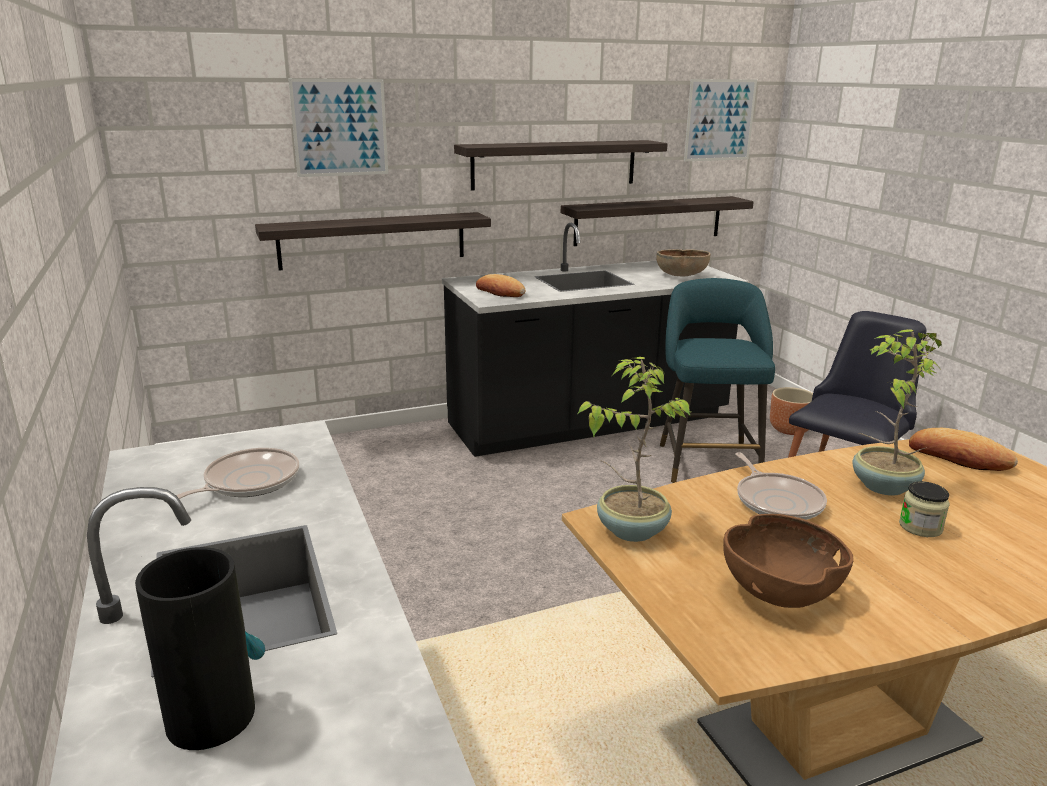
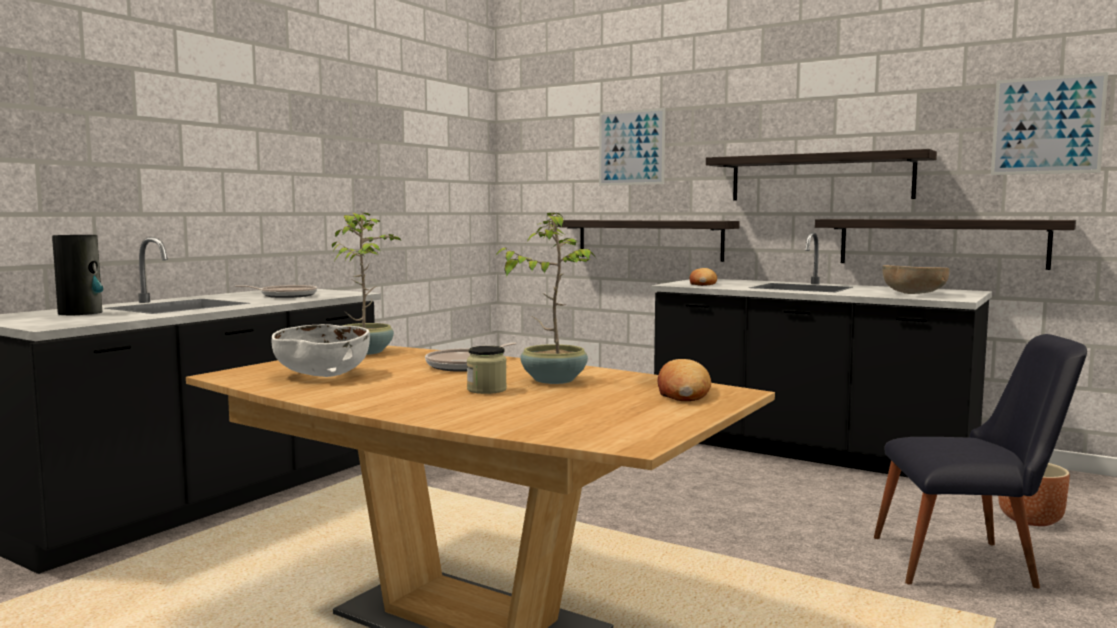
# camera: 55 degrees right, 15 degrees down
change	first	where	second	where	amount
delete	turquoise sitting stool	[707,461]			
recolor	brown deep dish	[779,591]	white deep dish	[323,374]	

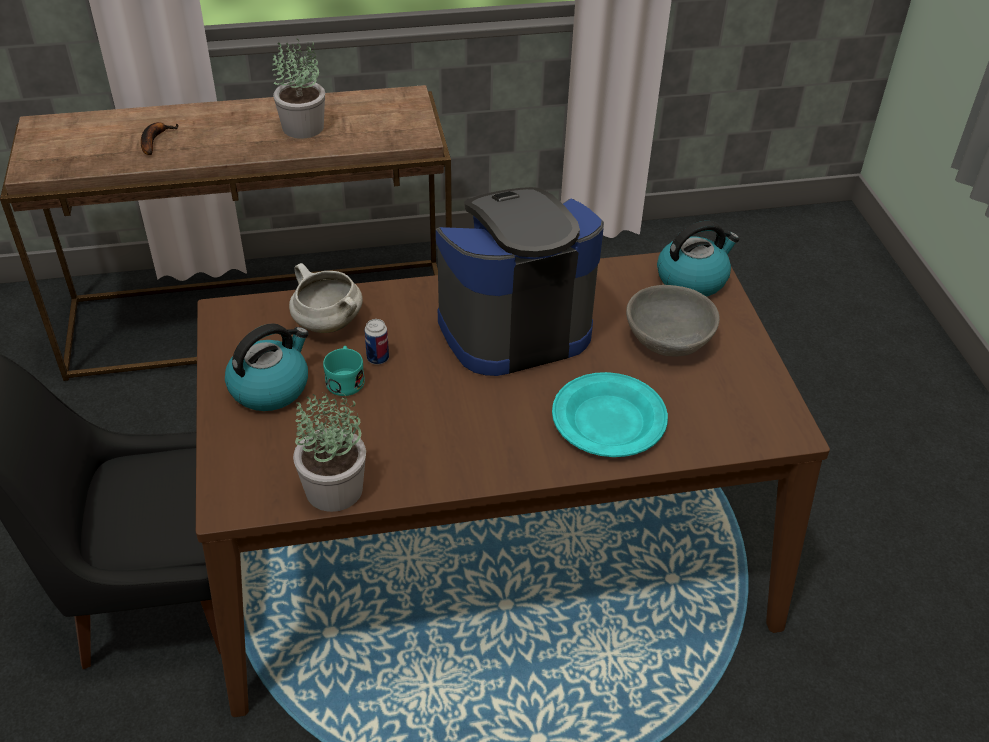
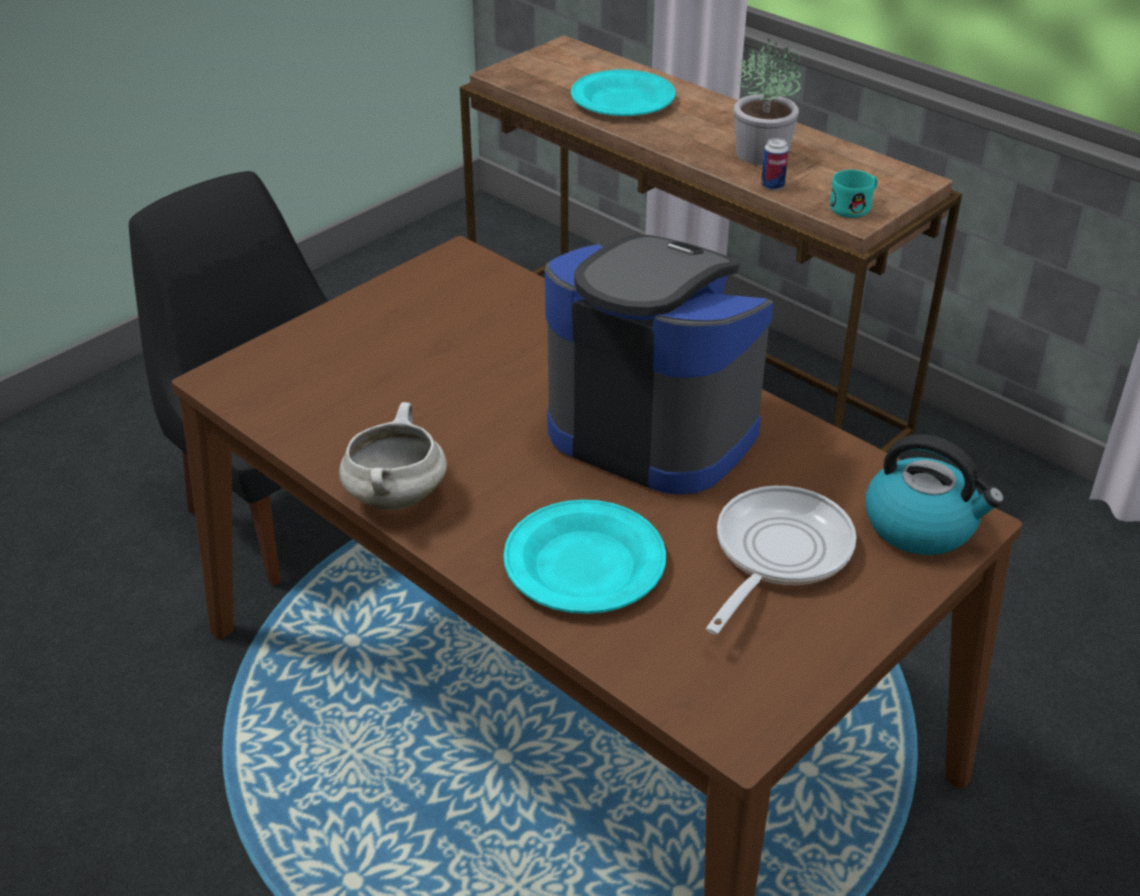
# camera: 55 degrees right, 5 degrees down
change	first	where	second	where	amount
replace	whole banana	[154,141]	turquoise flat dish	[623,100]	
delete	kettle	[270,387]			
move	white saucepot	[326,323]		[395,496]	
delete	houseplant	[334,490]			
move	turquoise mug	[345,379]		[855,206]	
move	sealed can	[378,358]		[772,186]	
replace	greyish deep dish	[668,341]	pan	[777,554]	

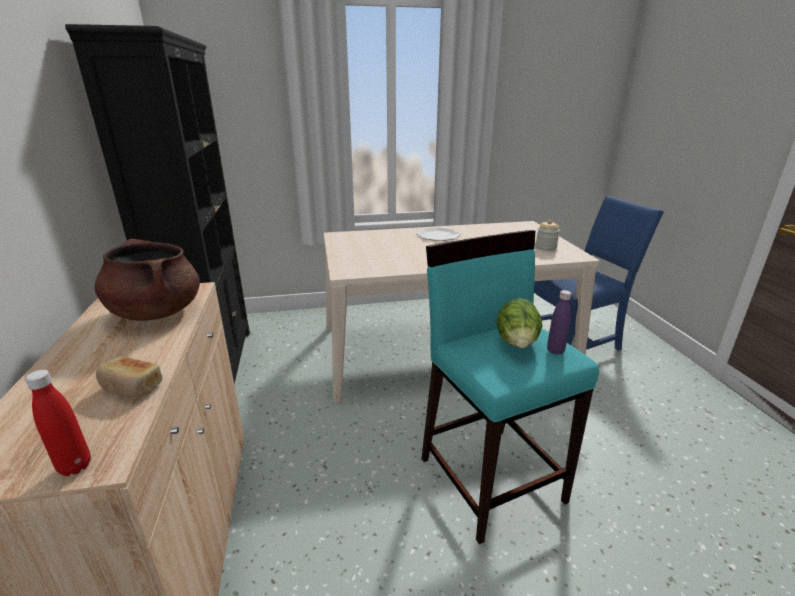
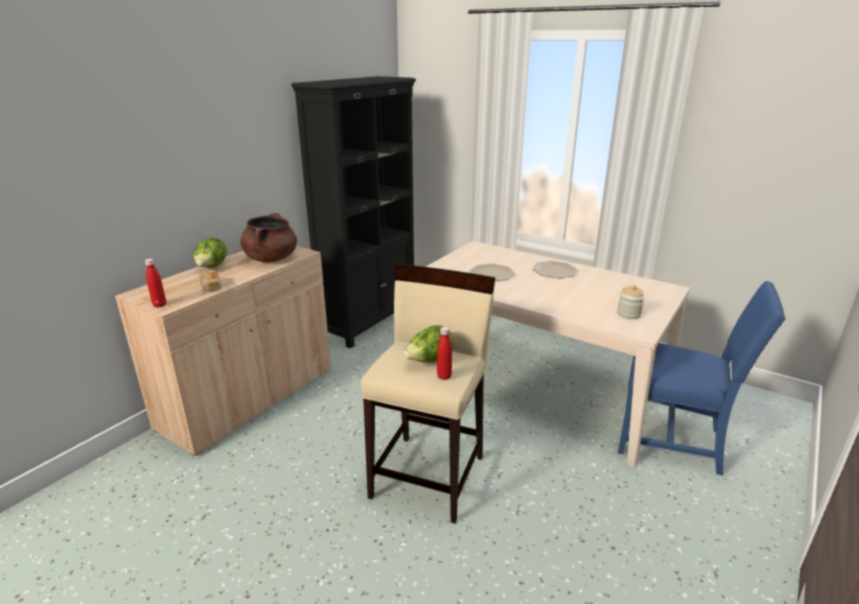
# camera: 45 degrees right, 0 degrees up
change	first	where	second	where	amount
recolor	turquoise sitting stool	[491,477]	sand-coloured sitting stool	[429,476]	
recolor	purple-coloured beverage bottle	[555,350]	red-coloured beverage bottle	[444,376]	
insert			lettuce	[211,268]	
insert			flat dish	[491,274]	

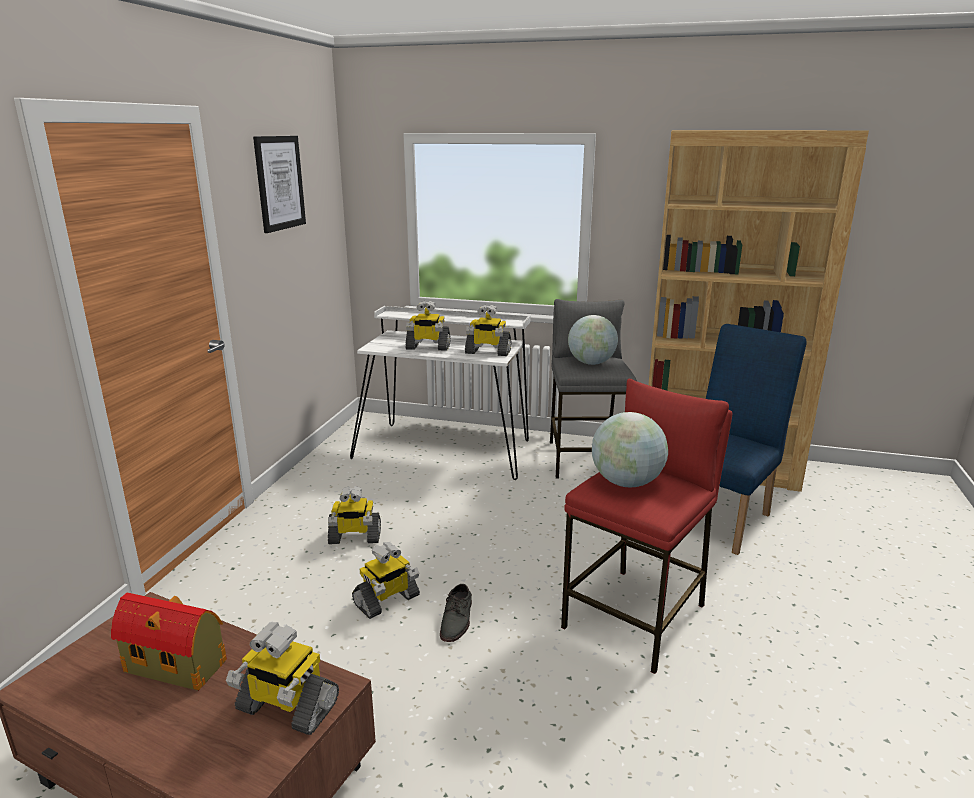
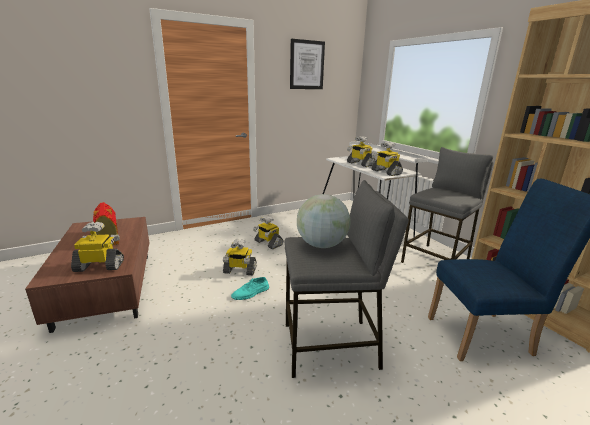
# camera: 45 degrees right, 0 degrees up
change	first	where	second	where	amount
rotate	robot figure	[286,707]		[100,266]	105 degrees clockwise
recolor	greyish low shoe	[457,620]	turquoise low shoe	[250,293]	
recolor	red-coloured sitting stool	[636,616]	greyish sitting stool	[331,346]	
delete	world globe	[591,363]			

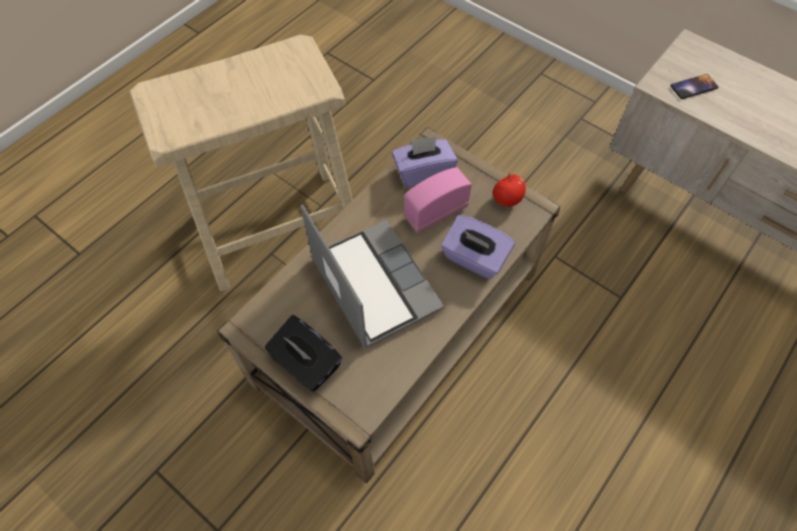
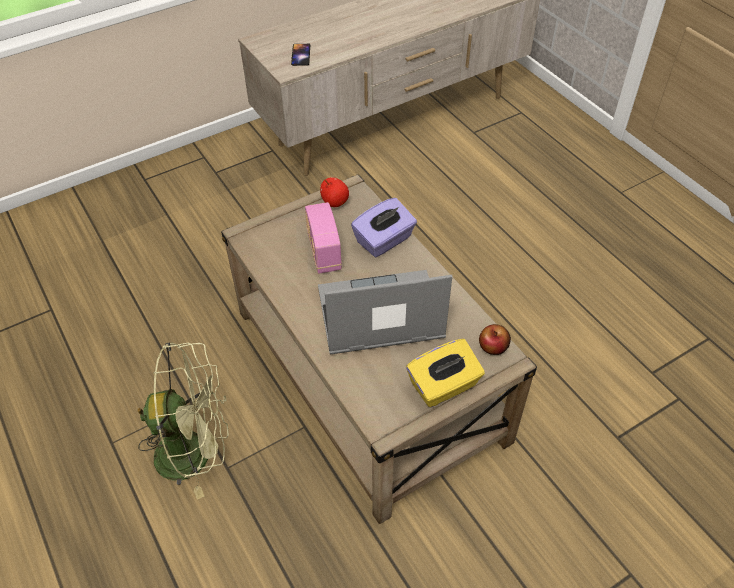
# camera: 70 degrees left, 10 degrees down
change	first	where	second	where	amount
replace	sand-coloured sitting stool	[278,227]	green-coloured fan	[196,452]	
recolor	black tissue holder	[306,364]	yellow-coloured tissue holder	[444,386]	
delete	purple-coloured tissue holder	[423,172]			
insert			whole apple	[493,347]	

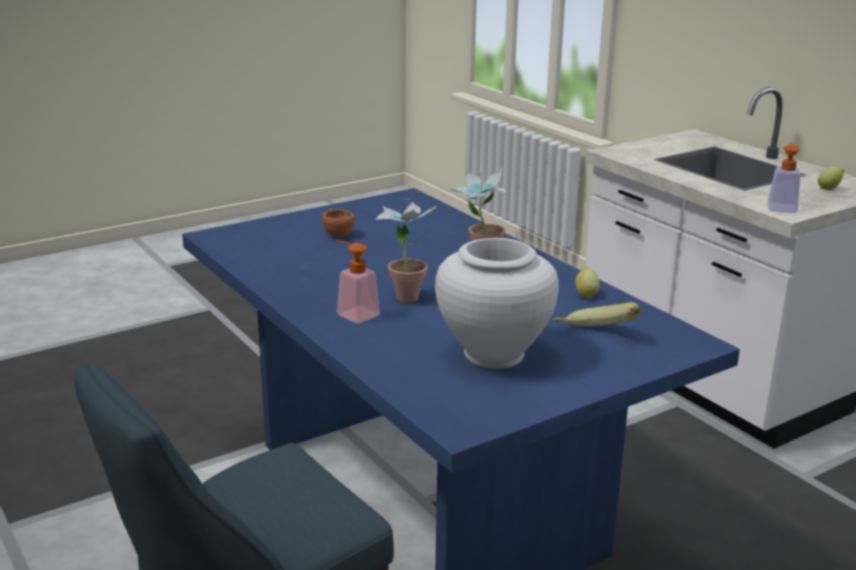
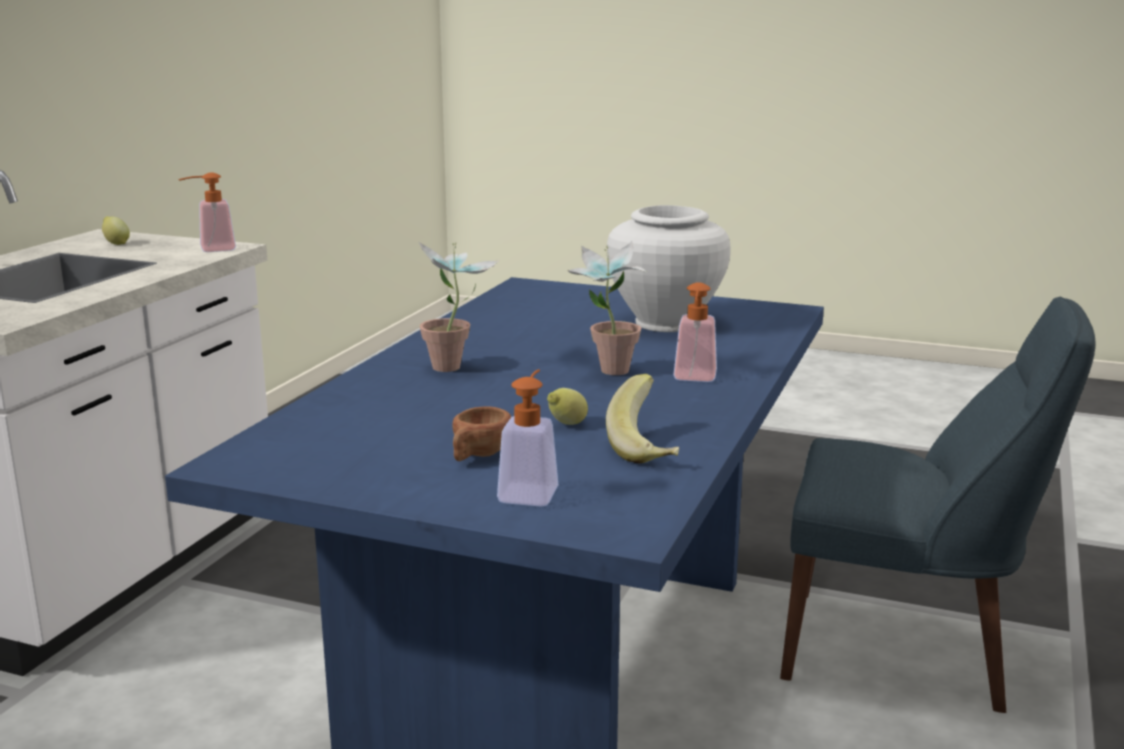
# camera: 125 degrees left, 5 degrees down
change	first	where	second	where	amount
move	whole banana	[594,335]		[649,448]	
move	citrus fruit	[586,294]		[566,425]	
insert			soap bottle	[530,491]	

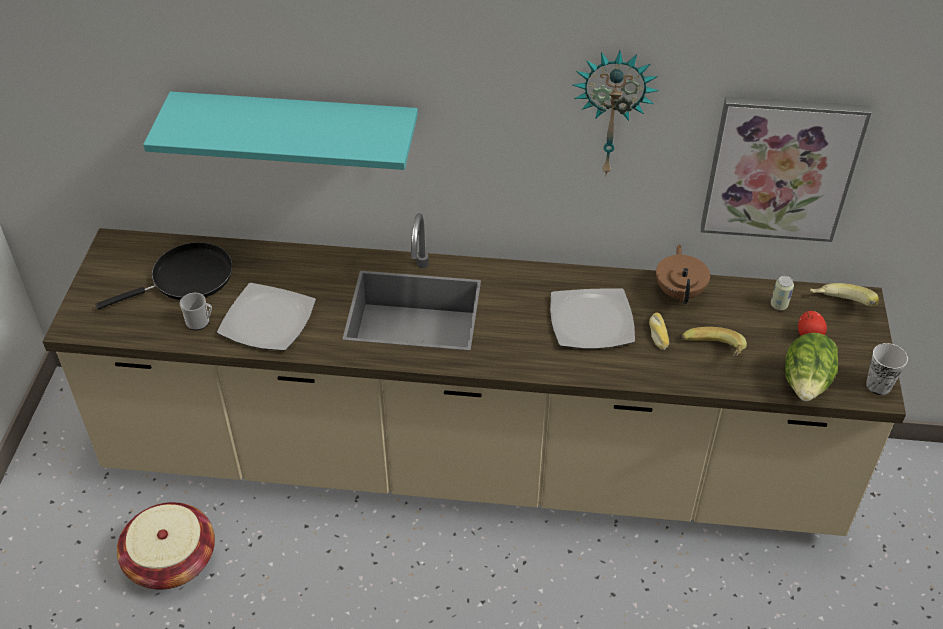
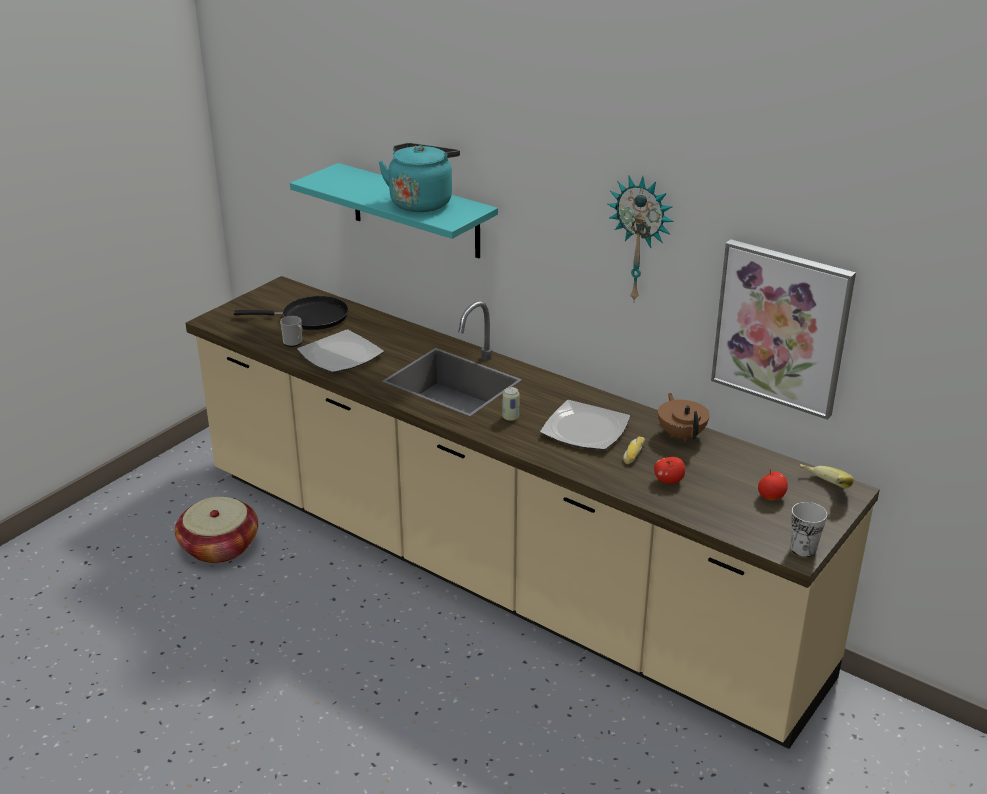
# camera: 30 degrees right, 15 degrees down
change	first	where	second	where	amount
rotate	brown tea pot	[679,292]		[681,435]	45 degrees counterclockwise
replace	whole banana	[713,354]	whole apple	[668,481]	
move	sealed can	[779,305]		[510,417]	
delete	lettuce	[805,384]			
insert			turquoise kettle	[422,202]	

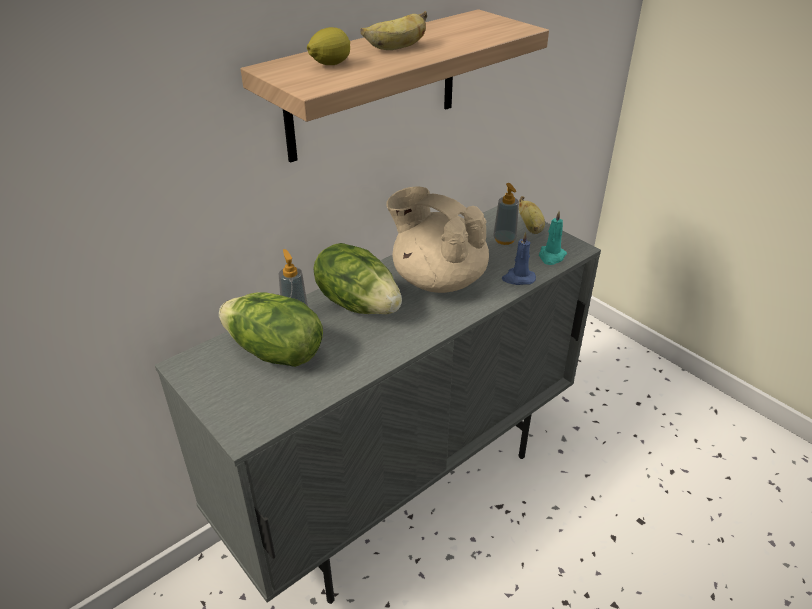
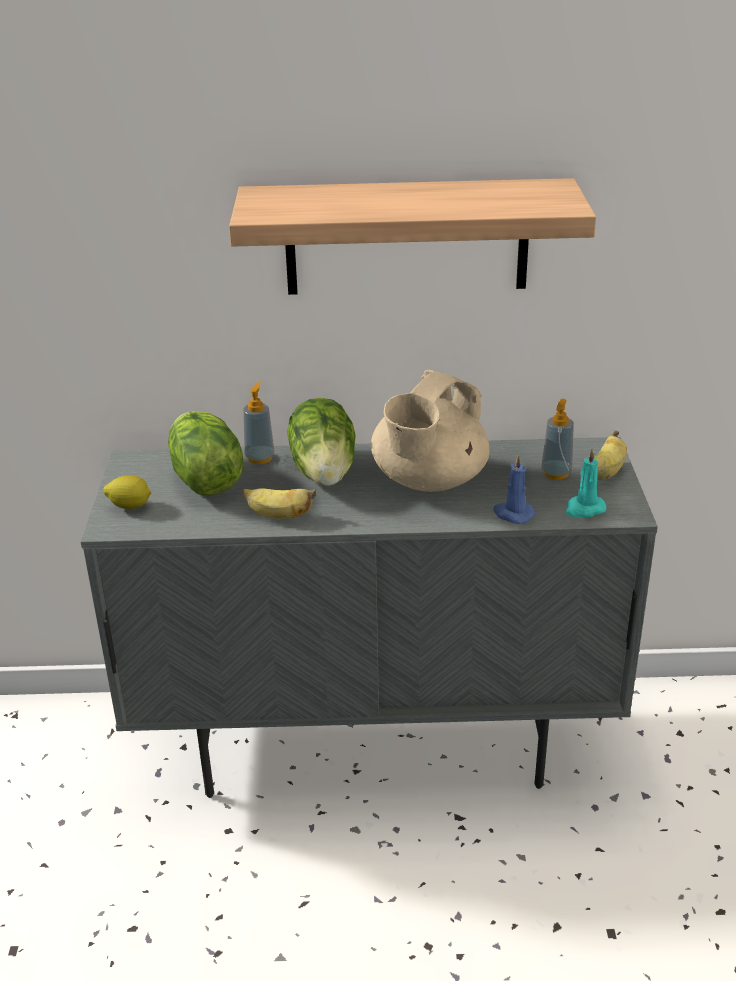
# camera: 40 degrees right, 5 degrees down
change	first	where	second	where	amount
move	citrus fruit	[330,64]		[130,506]	
move	whole banana	[396,48]		[278,516]	
rotate	sand-coloured tea pot	[437,279]		[428,481]	135 degrees counterclockwise

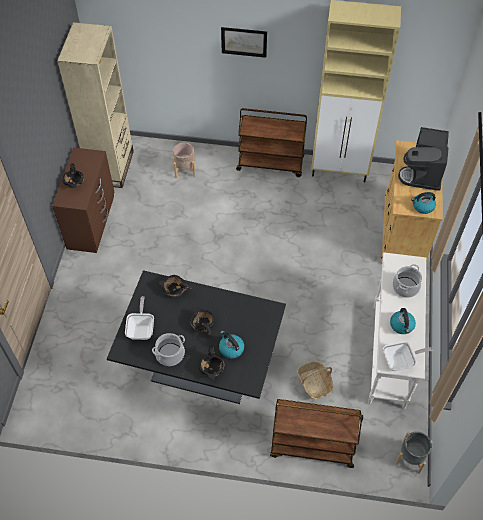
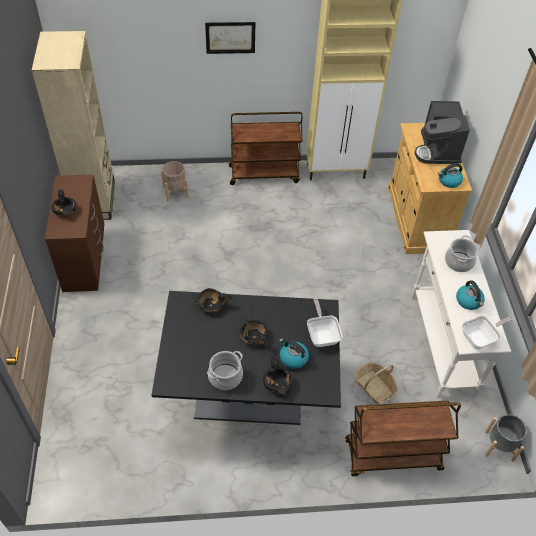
# camera: 15 degrees left, 5 degrees down
change	first	where	second	where	amount
move	pan	[141,329]		[322,335]	

